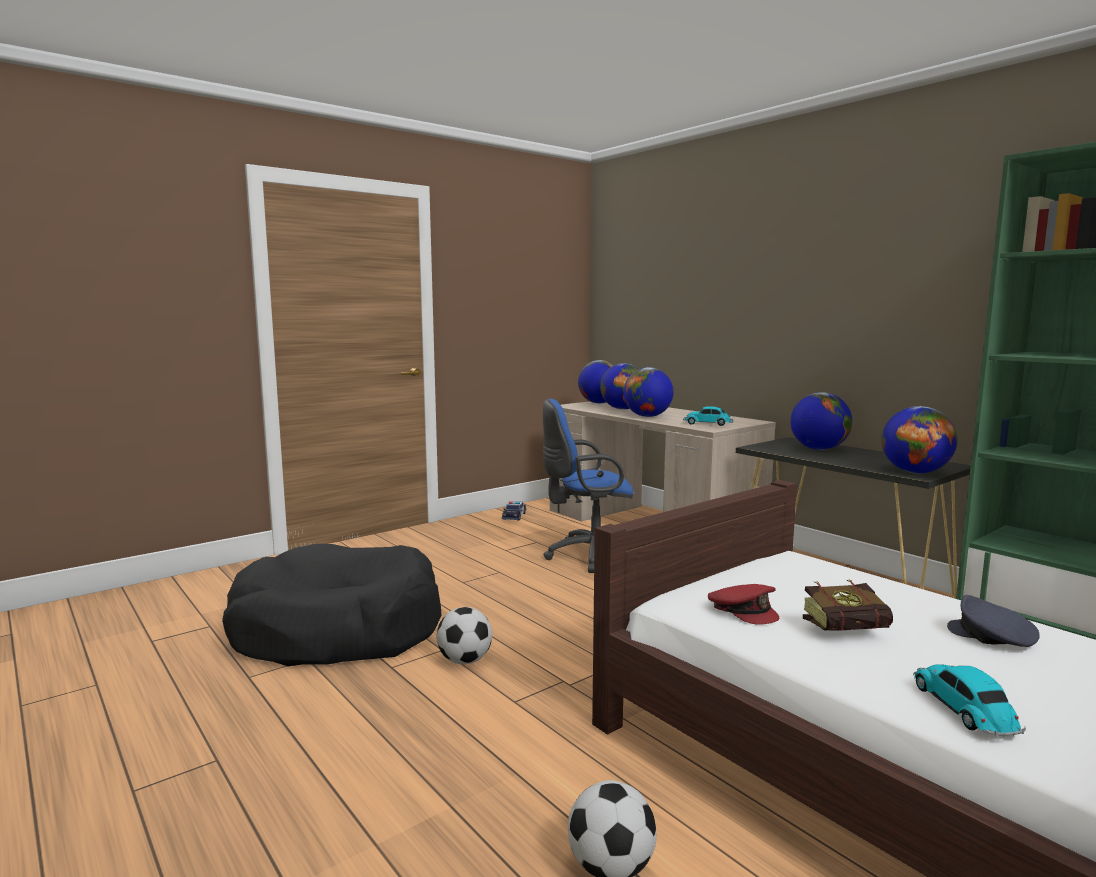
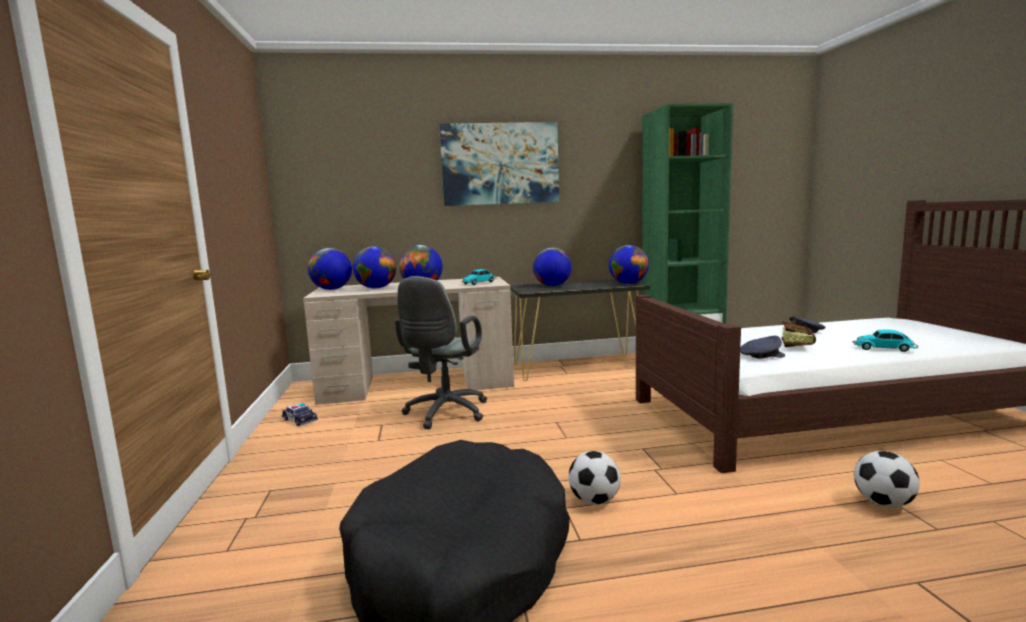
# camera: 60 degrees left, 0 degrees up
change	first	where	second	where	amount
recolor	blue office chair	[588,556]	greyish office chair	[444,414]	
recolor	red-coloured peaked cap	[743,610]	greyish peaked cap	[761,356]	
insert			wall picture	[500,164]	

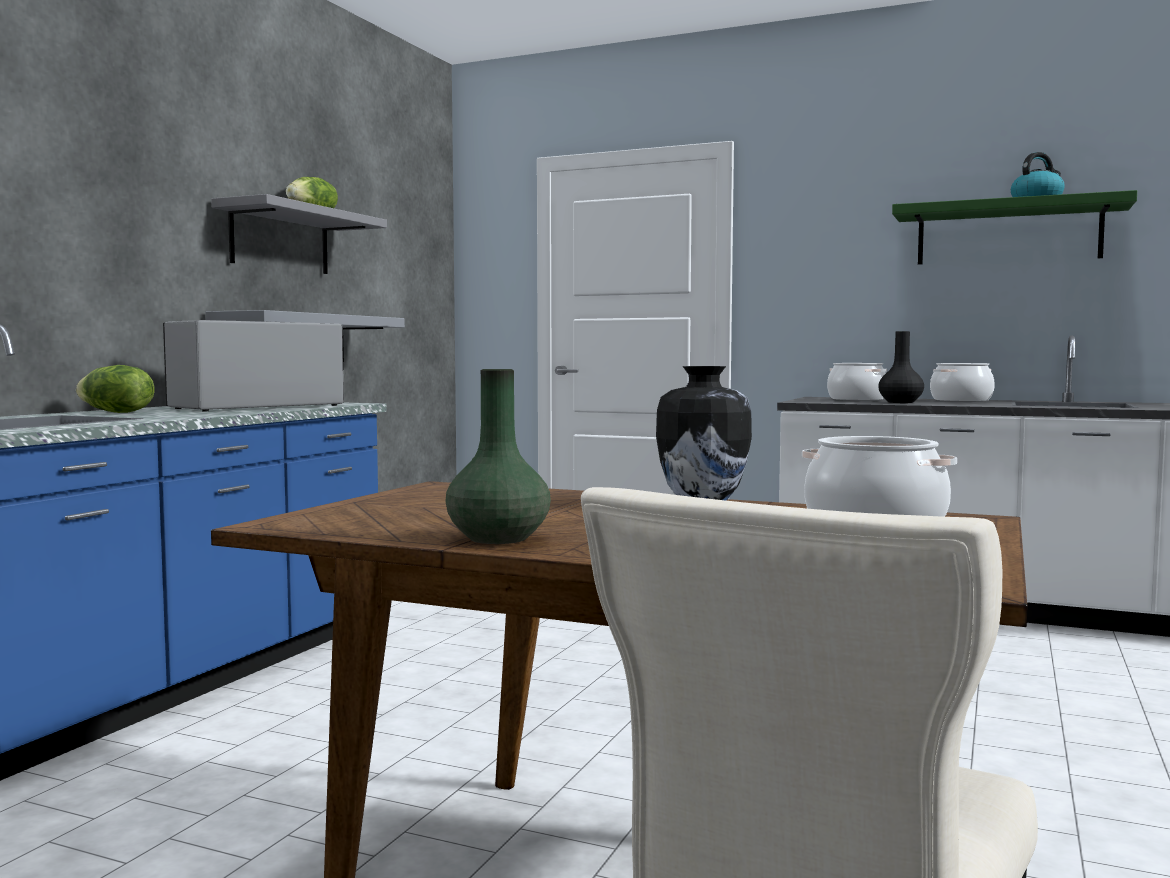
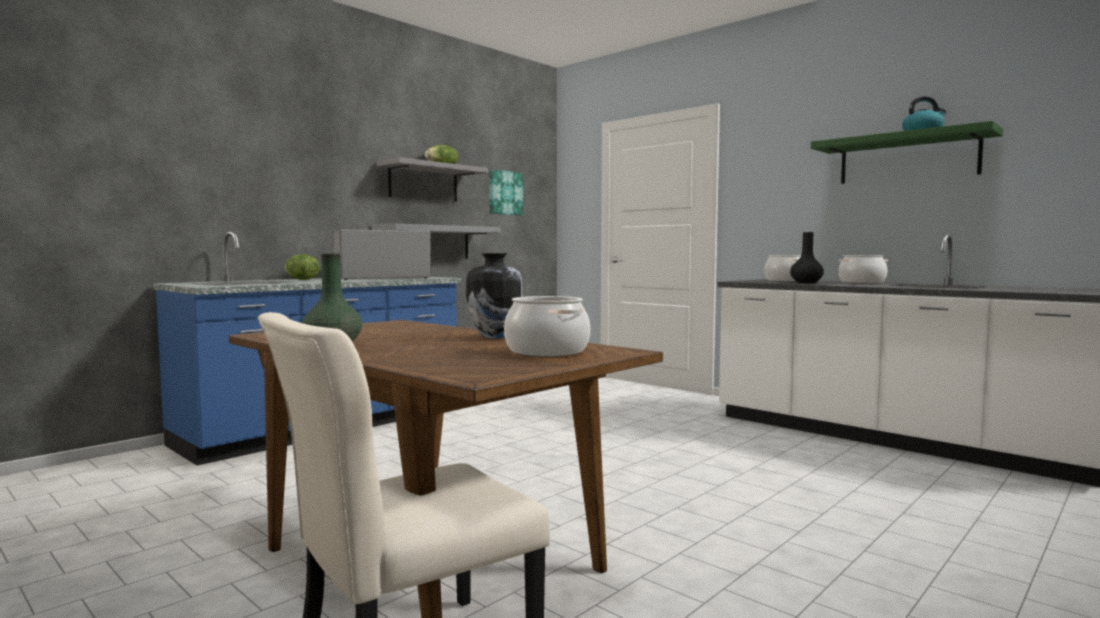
# camera: 20 degrees right, 0 degrees up
change	first	where	second	where	amount
insert			wall picture	[504,193]	

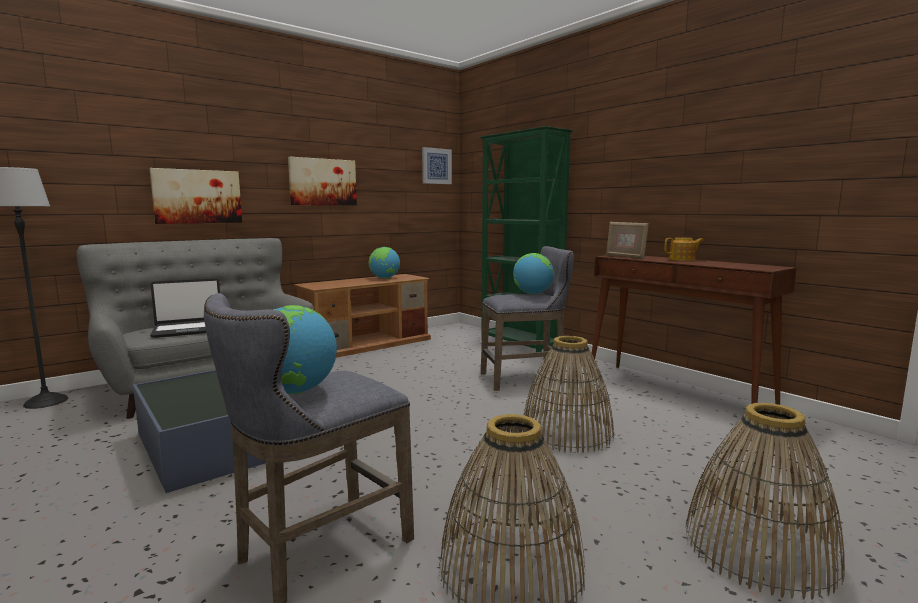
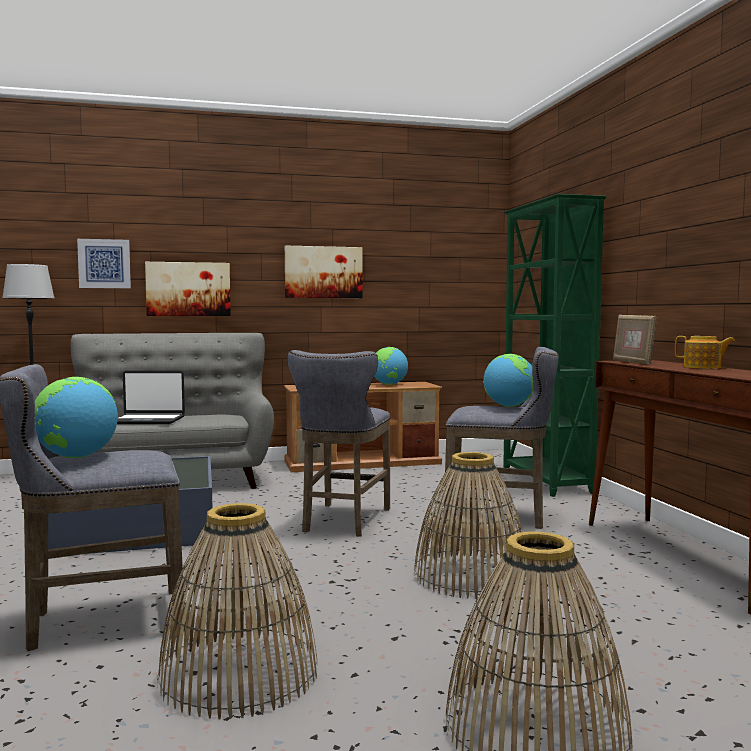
# camera: 25 degrees right, 5 degrees down
change	first	where	second	where	amount
move	wall picture	[436,166]		[104,263]	
insert			greyish sitting stool	[343,521]	

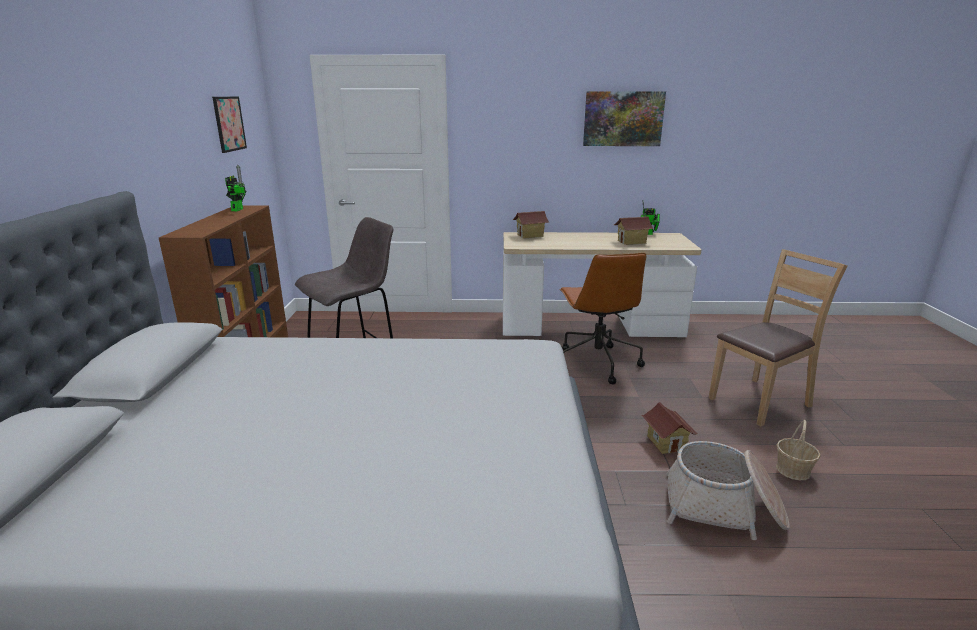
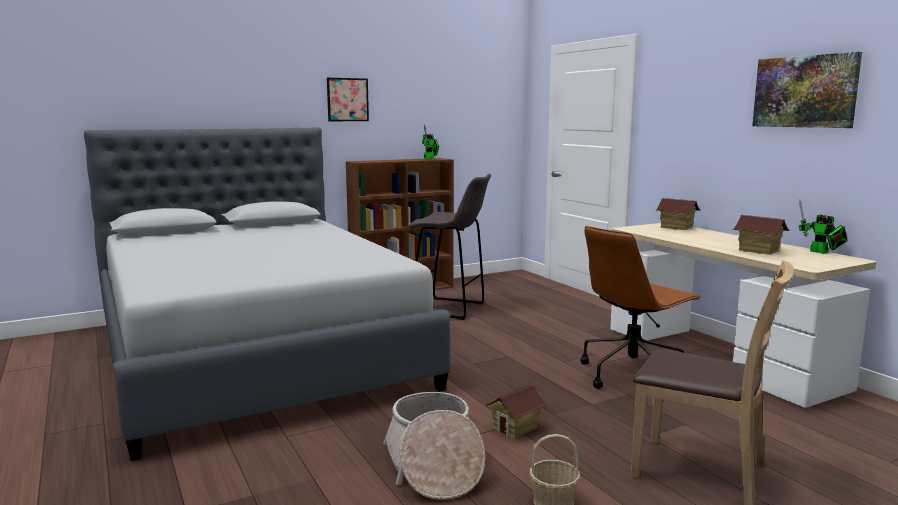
# camera: 60 degrees right, 10 degrees down
change	first	where	second	where	amount
move	wall picture	[229,124]		[347,99]	

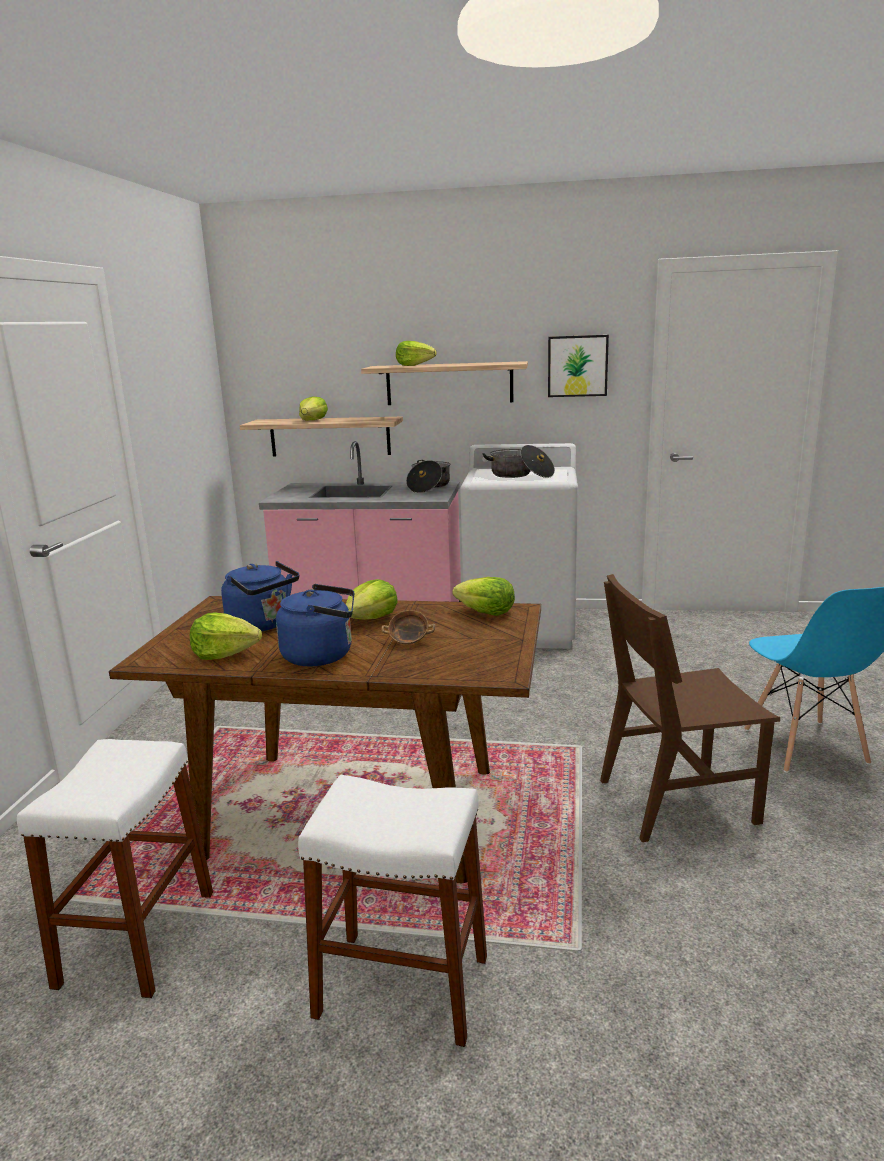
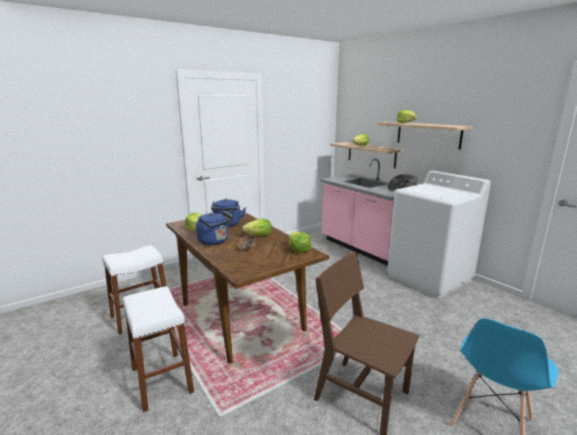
# camera: 45 degrees right, 0 degrees up
change	first	where	second	where	amount
delete	saucepot	[520,475]			
delete	wall picture	[577,366]			

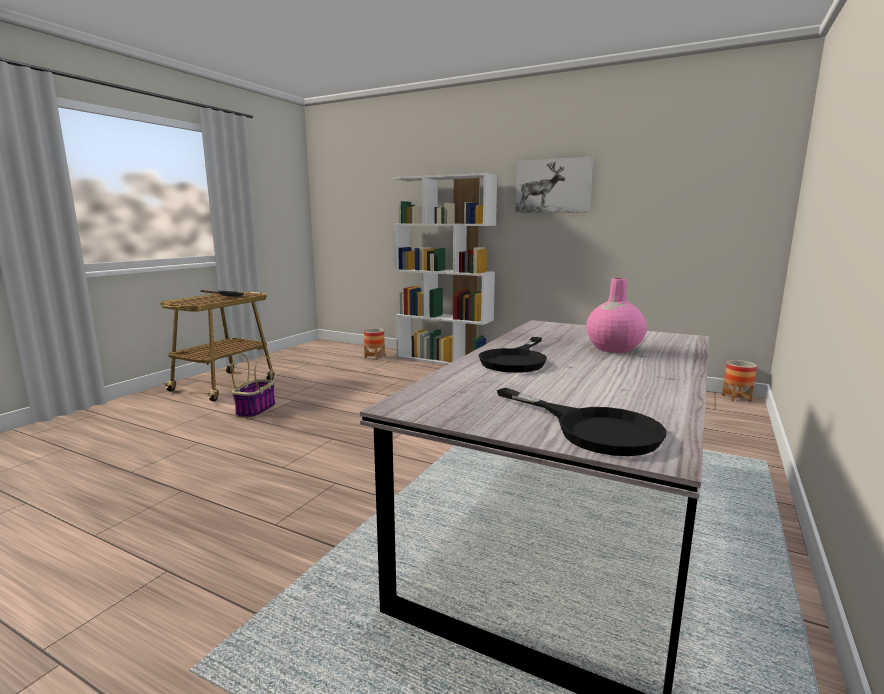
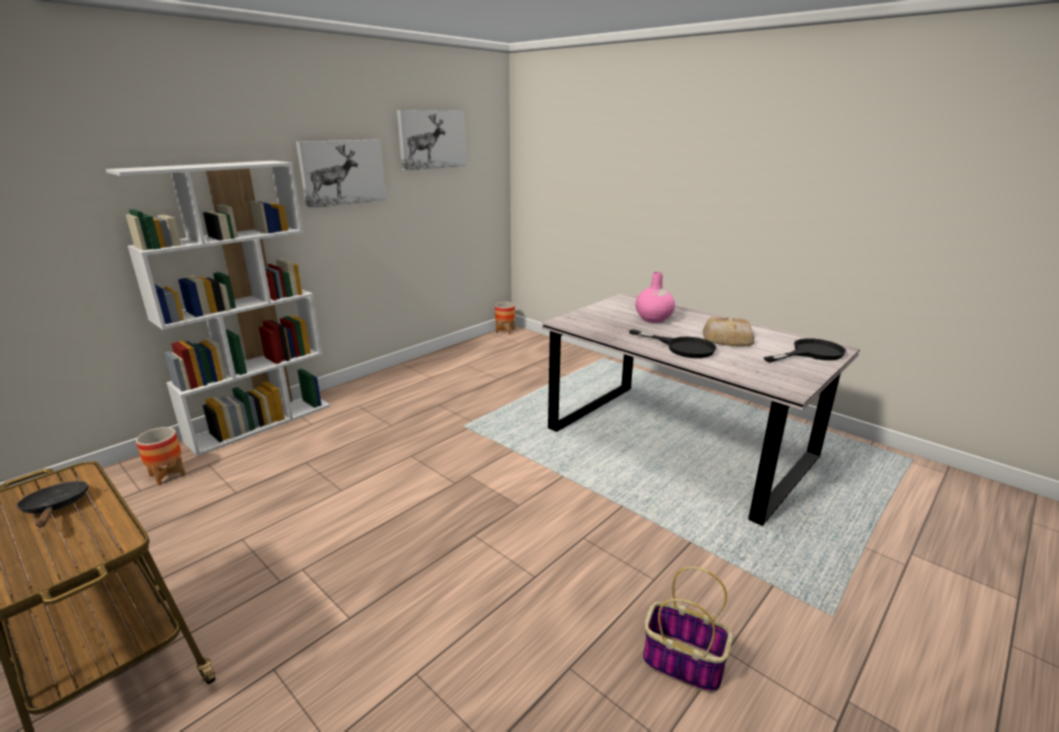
# camera: 75 degrees left, 10 degrees up
change	first	where	second	where	amount
move	household basket	[256,410]		[681,663]	
insert			wall picture	[432,139]	
insert			bakery bread	[727,337]	

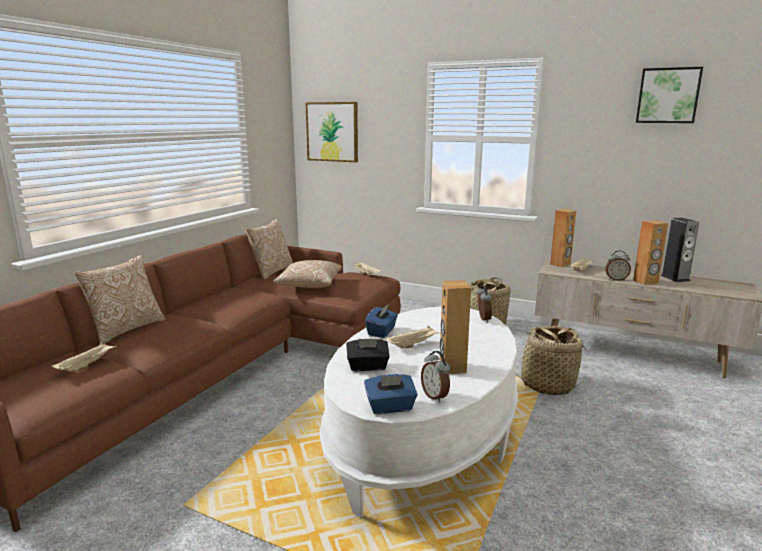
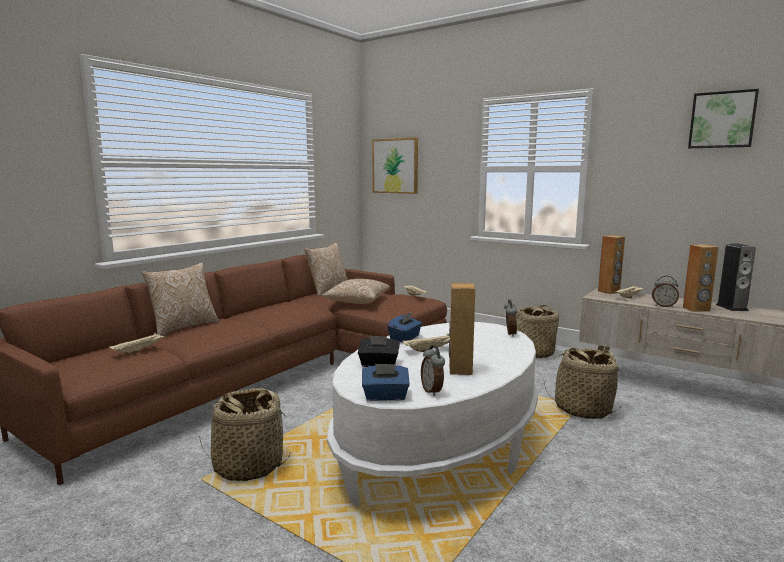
# camera: 10 degrees right, 5 degrees down
change	first	where	second	where	amount
insert			household basket	[248,466]	

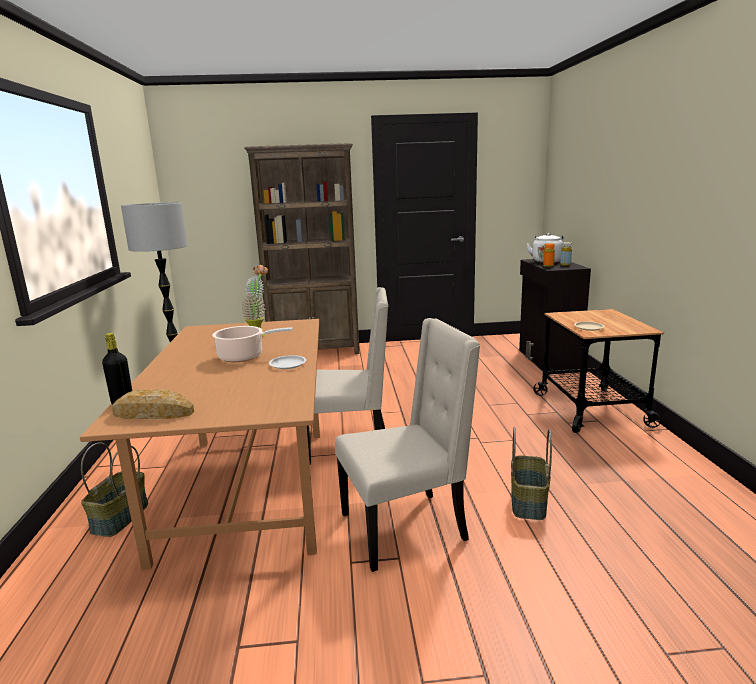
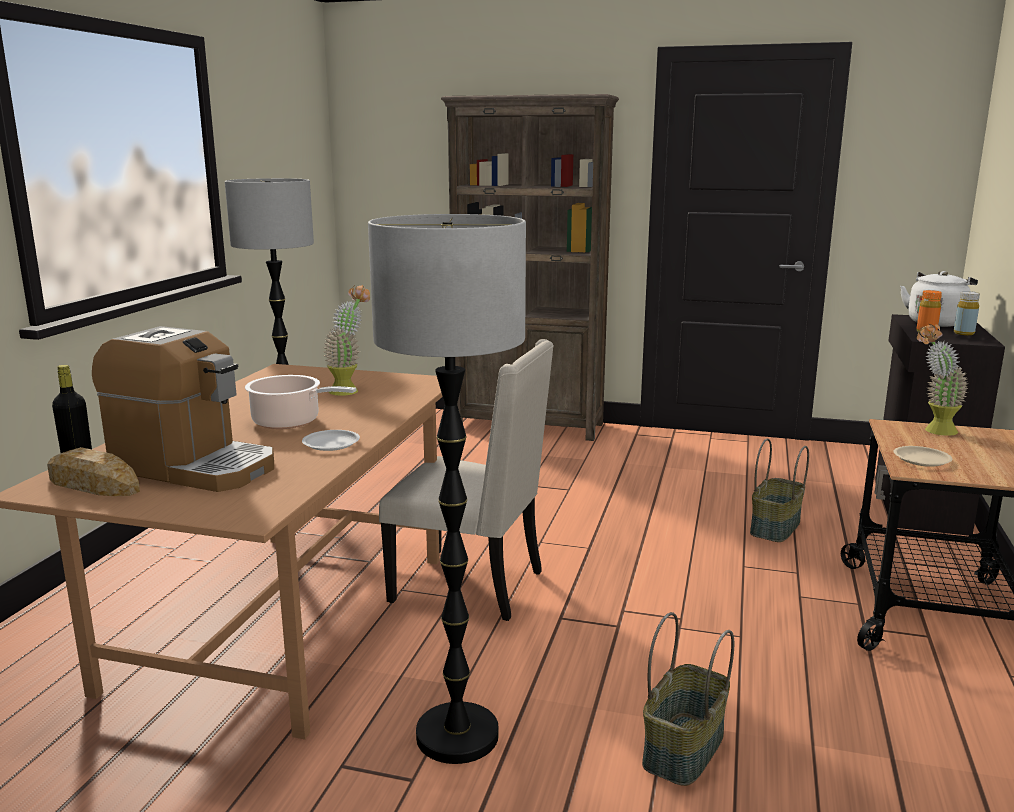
# camera: 20 degrees right, 0 degrees up
change	first	where	second	where	amount
move	household basket	[120,518]		[776,528]	
replace	sand-coloured upright chair	[406,527]	standing lamp	[457,736]	
insert			coffee machine	[194,467]	
insert			houseplant	[933,431]	

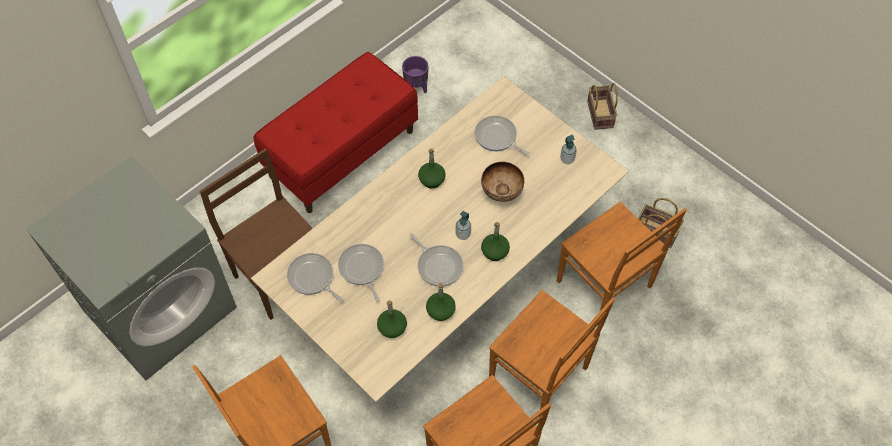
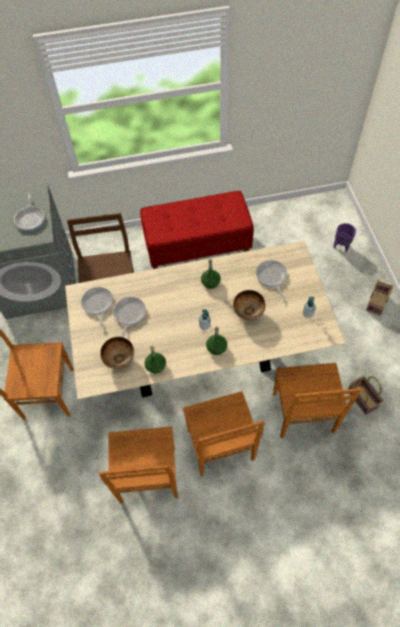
# camera: 35 degrees right, 0 degrees up
change	first	where	second	where	amount
replace	green-coloured beverage bottle	[392,328]	deep dish	[120,360]	
move	purple-coloured plant pot	[416,88]		[341,246]	
move	pan	[438,265]		[30,218]	

